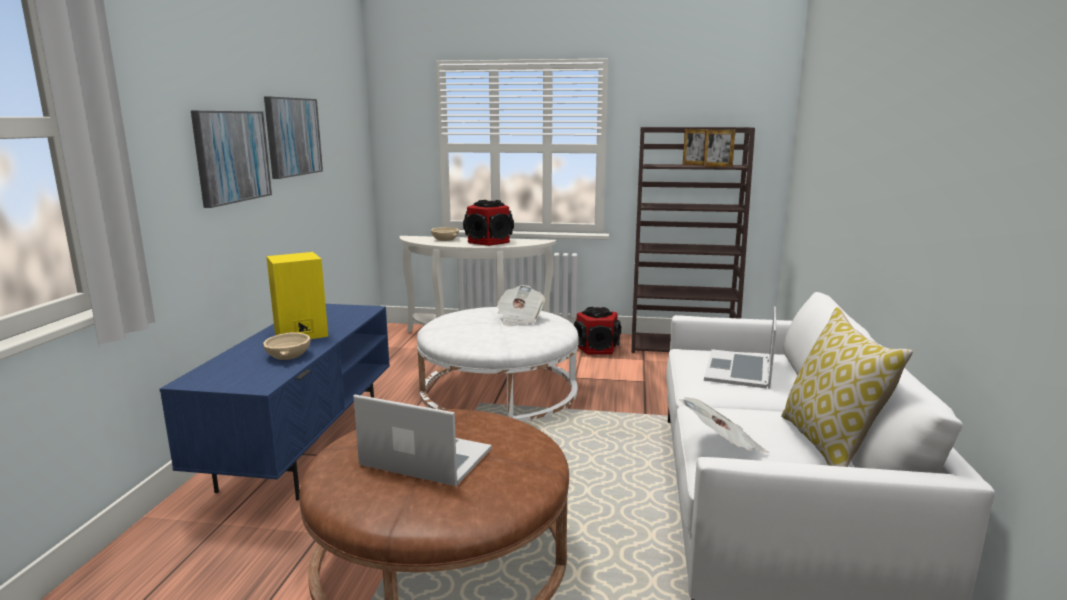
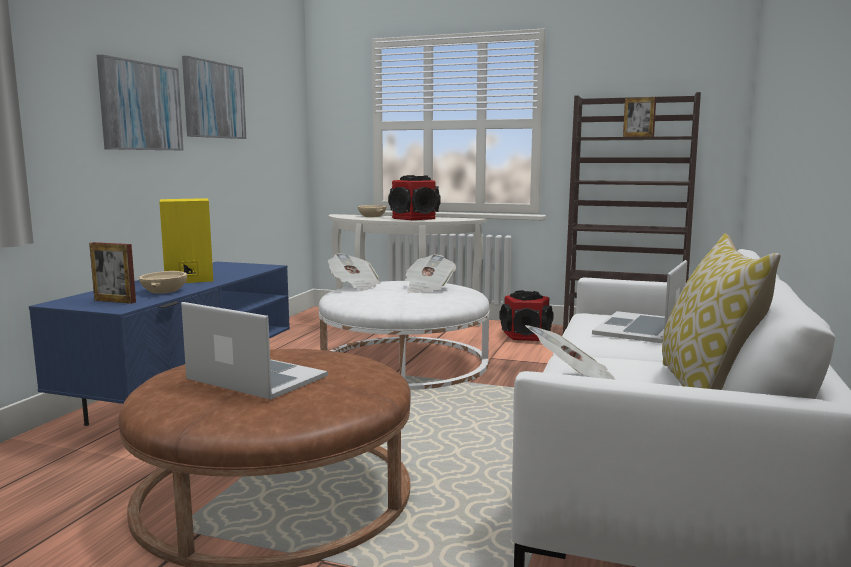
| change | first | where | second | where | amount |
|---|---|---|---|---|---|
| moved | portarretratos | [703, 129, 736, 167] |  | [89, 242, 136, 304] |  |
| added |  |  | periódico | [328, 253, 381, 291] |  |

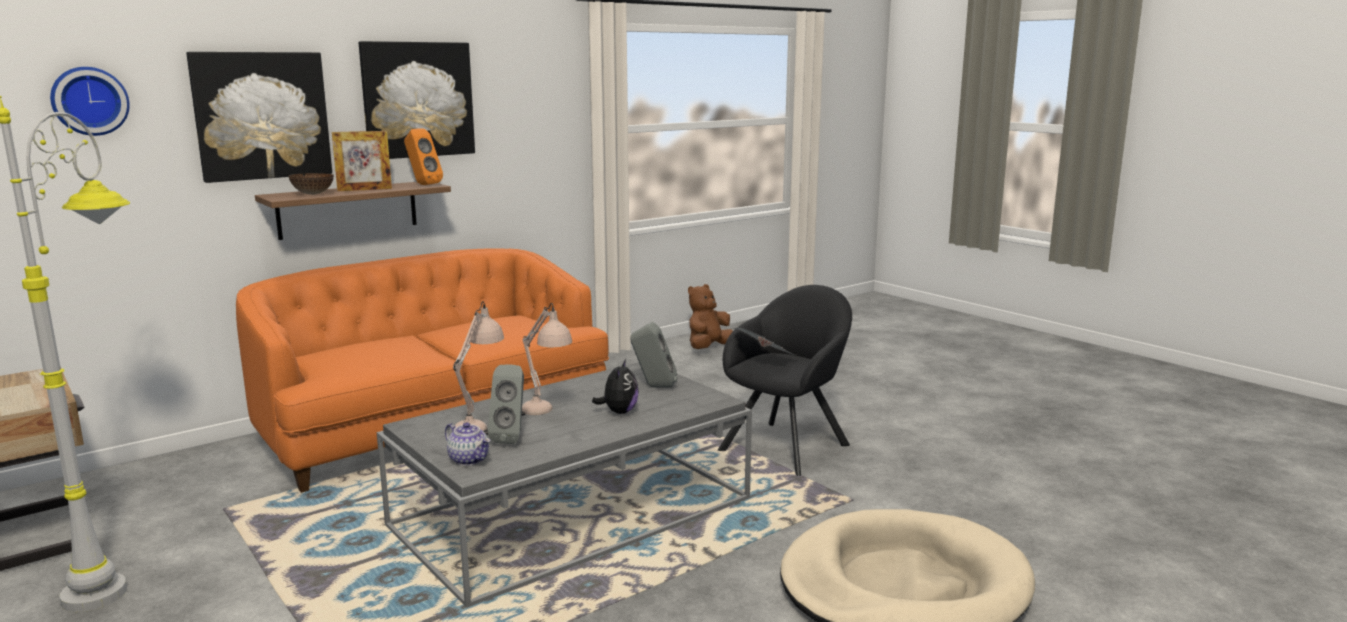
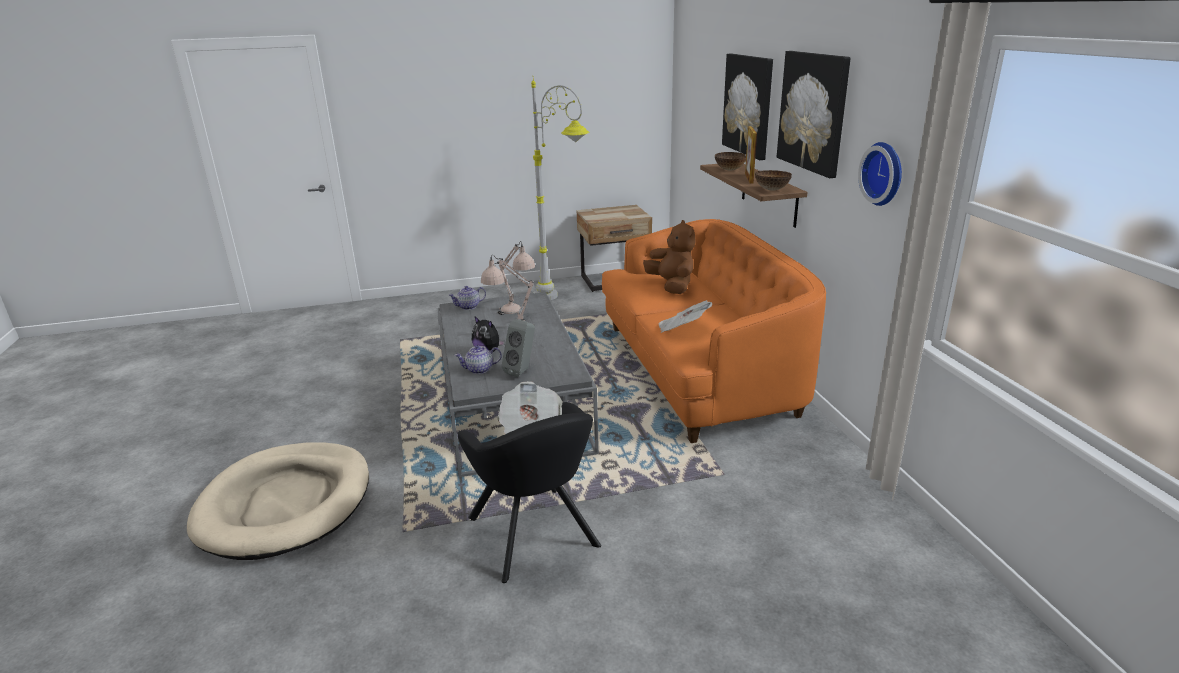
| change | first | where | second | where | amount |
|---|---|---|---|---|---|
| moved | reloj de pared | [50, 67, 130, 136] |  | [858, 142, 902, 206] |  |
| replaced | altavoz [naranja] | [404, 129, 443, 185] | cuenco | [755, 170, 792, 191] |  |
| removed | altavoz [gris] | [488, 364, 524, 444] |  |  |  |
| moved | peluche [marrón] | [688, 284, 733, 349] |  | [643, 220, 696, 294] |  |
| added |  |  | tetera | [454, 345, 502, 374] |  |
| added |  |  | periódico | [659, 300, 712, 333] |  |

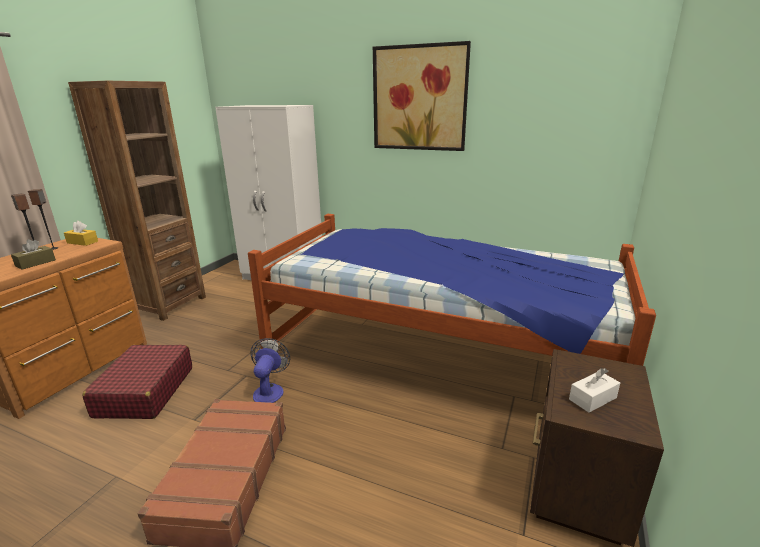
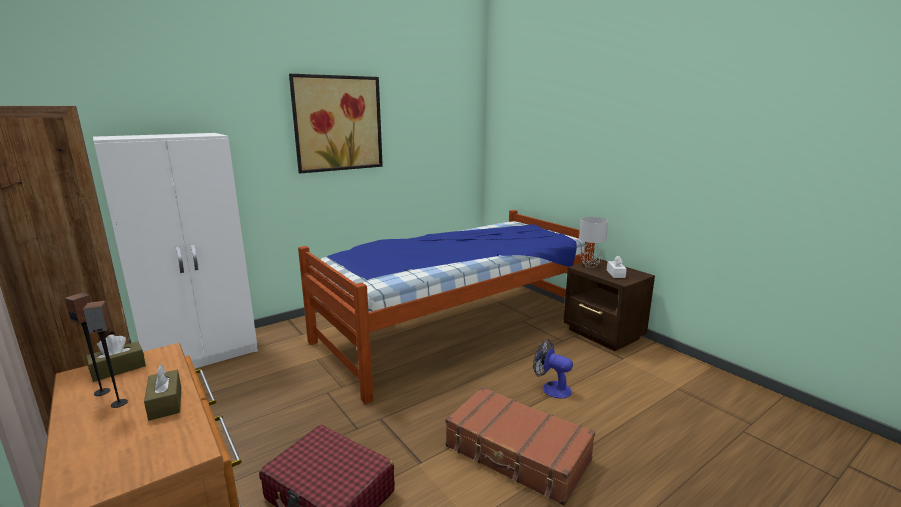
| change | first | where | second | where | amount |
|---|---|---|---|---|---|
| recoloured | caja de pañuelos [amarillo] | [64, 221, 98, 246] | caja de pañuelos [marrón] | [86, 334, 146, 382] |  |
| moved | ventilador | [250, 338, 290, 403] |  | [533, 339, 573, 399] |  |
| added |  |  | lámpara de mesa [gris] | [579, 217, 608, 267] |  |

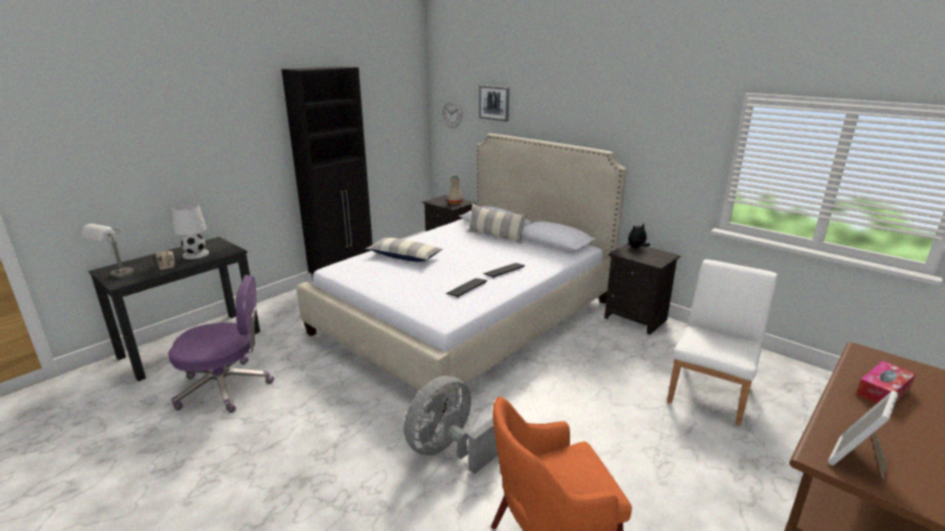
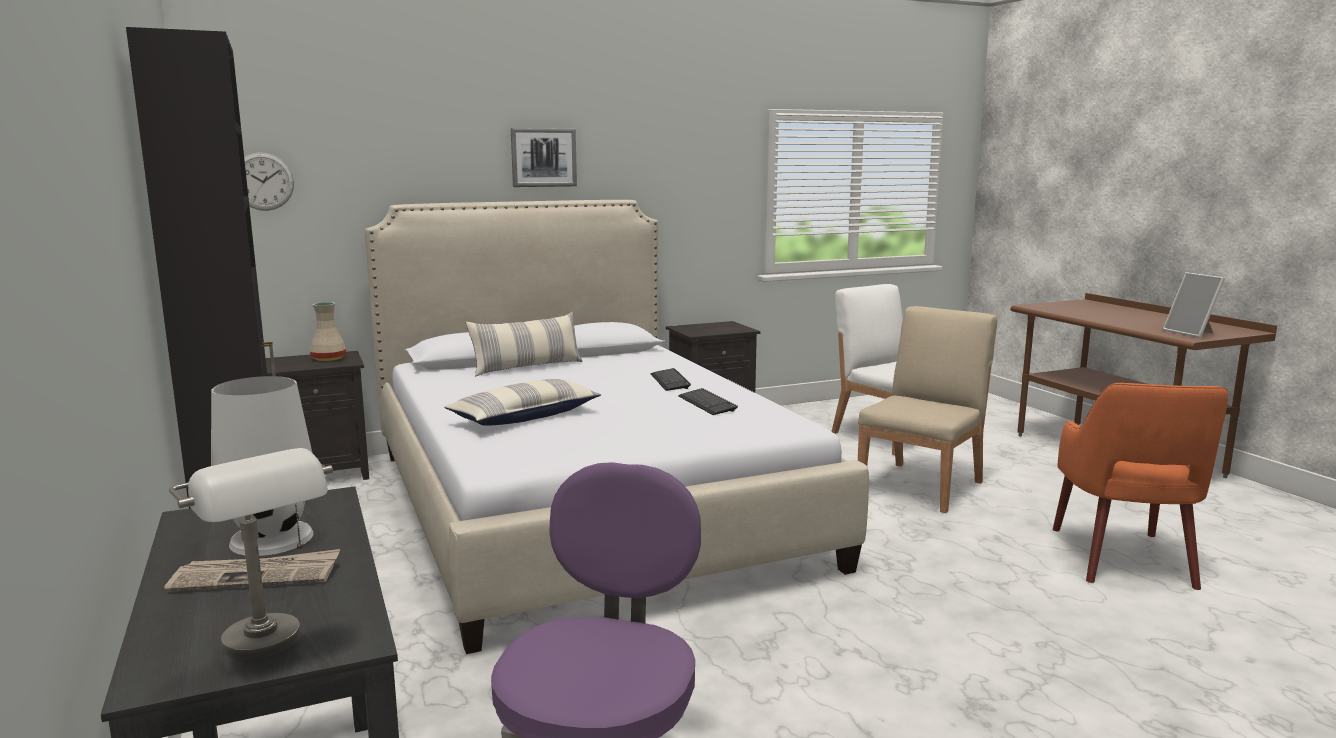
| change | first | where | second | where | amount |
|---|---|---|---|---|---|
| removed | ventilador [gris] | [404, 376, 498, 474] |  |  |  |
| moved | cuadro | [479, 85, 509, 122] |  | [511, 128, 577, 187] |  |
| removed | peluche | [628, 224, 650, 248] |  |  |  |
| removed | caja de pañuelos | [856, 361, 916, 404] |  |  |  |
| added |  |  | silla [beis] | [858, 306, 997, 513] |  |

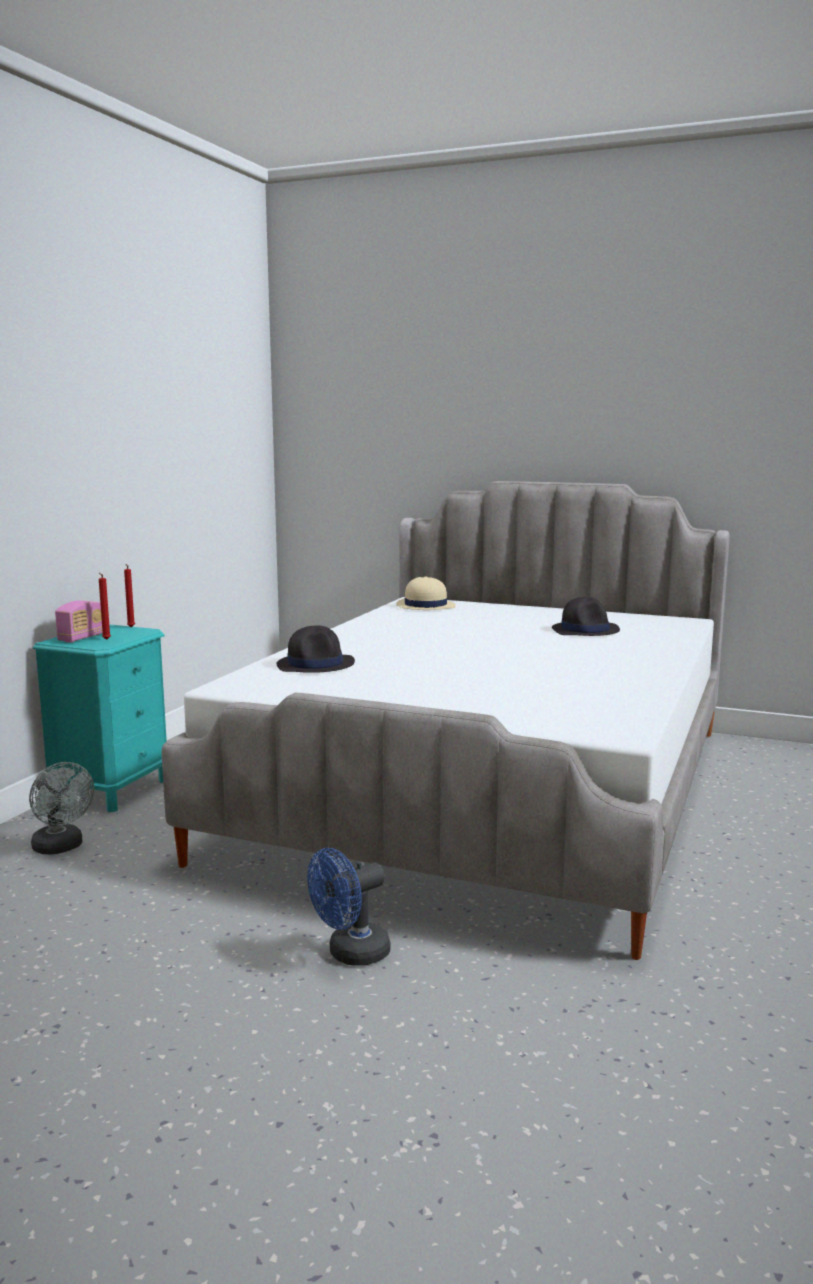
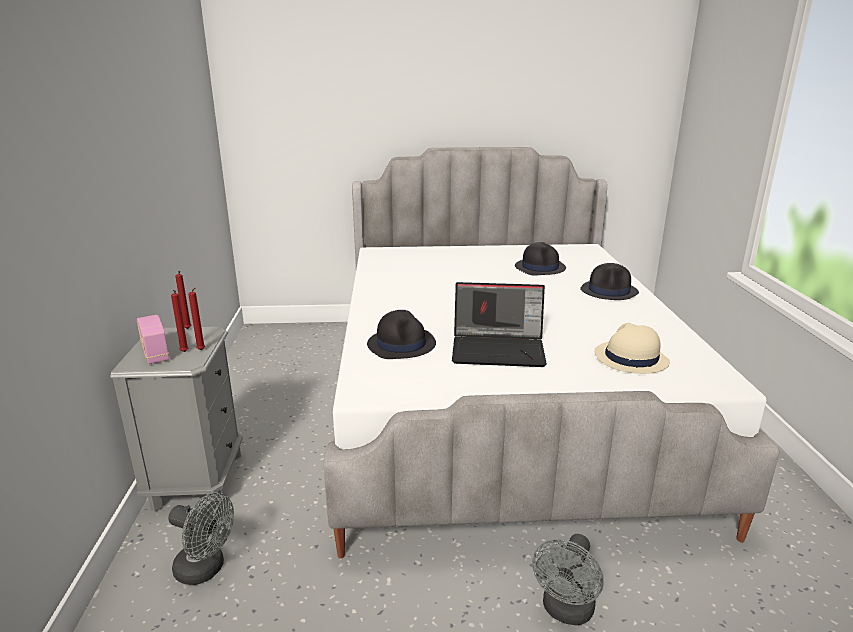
| change | first | where | second | where | amount |
|---|---|---|---|---|---|
| recoloured | mesita de noche [turquesa] | [33, 624, 167, 813] | mesita de noche [gris] | [110, 327, 243, 512] |  |
| turned | radio | [55, 600, 103, 642] |  | [137, 315, 169, 364] | 150 degrees clockwise |
| recoloured | ventilador [azul] | [307, 848, 391, 966] | ventilador [gris] | [532, 534, 604, 625] |  |
| moved | sombrero [beis] | [396, 576, 455, 610] |  | [594, 323, 670, 374] |  |
| added |  |  | vela [rojo] | [188, 288, 205, 350] |  |
| added |  |  | portátil | [452, 282, 547, 367] |  |
| added |  |  | sombrero [negro] | [580, 263, 639, 300] |  |

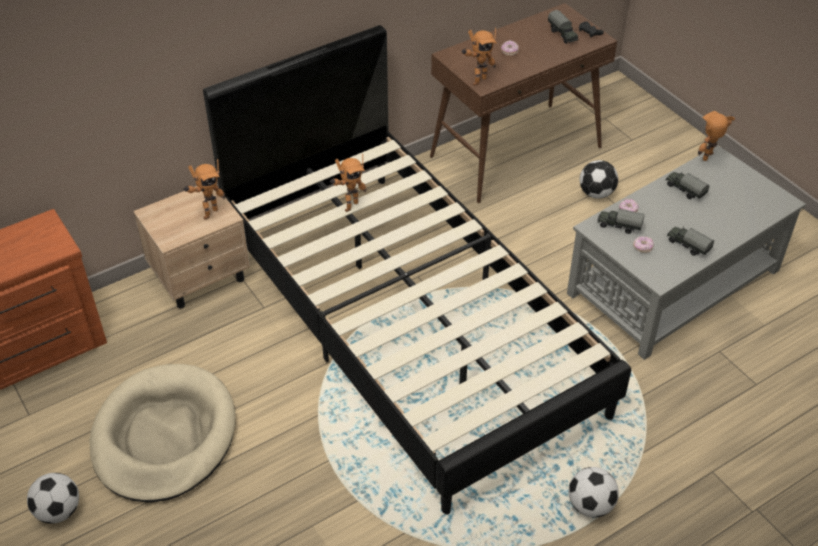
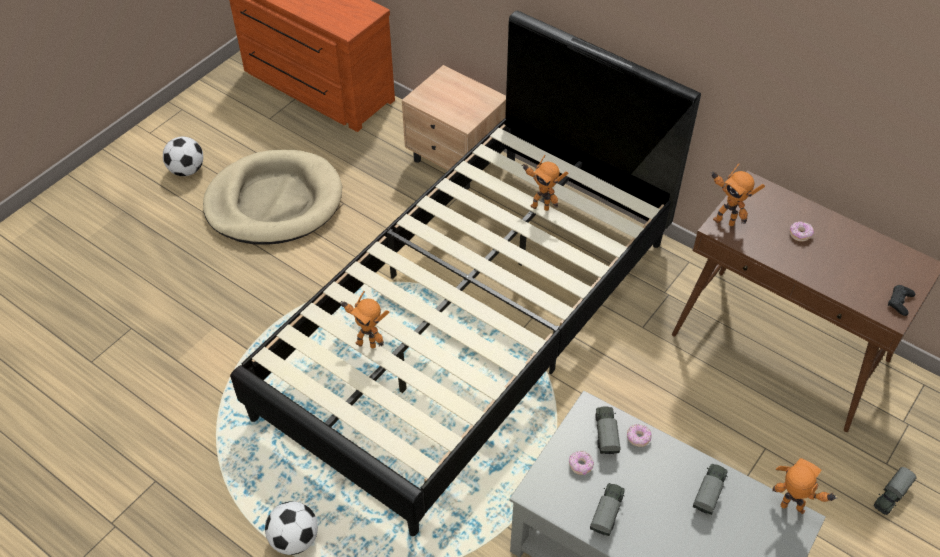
| change | first | where | second | where | amount |
|---|---|---|---|---|---|
| moved | robot de juguete | [183, 159, 225, 220] |  | [340, 291, 389, 348] |  |
| moved | camión de juguete | [548, 10, 578, 44] |  | [873, 467, 917, 515] |  |
| removed | balón de fútbol | [579, 160, 618, 199] |  |  |  |

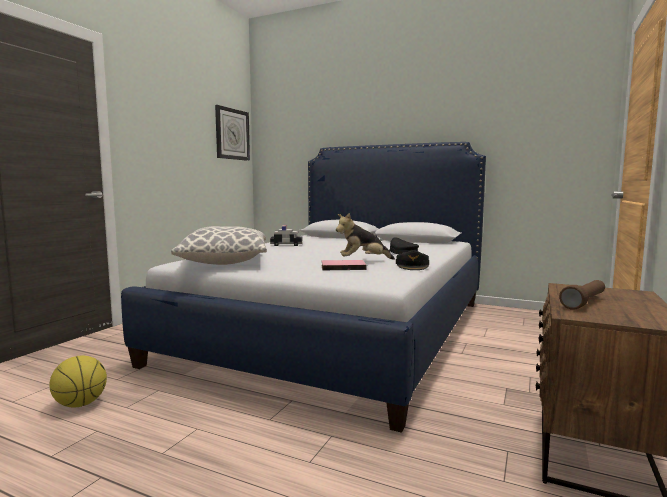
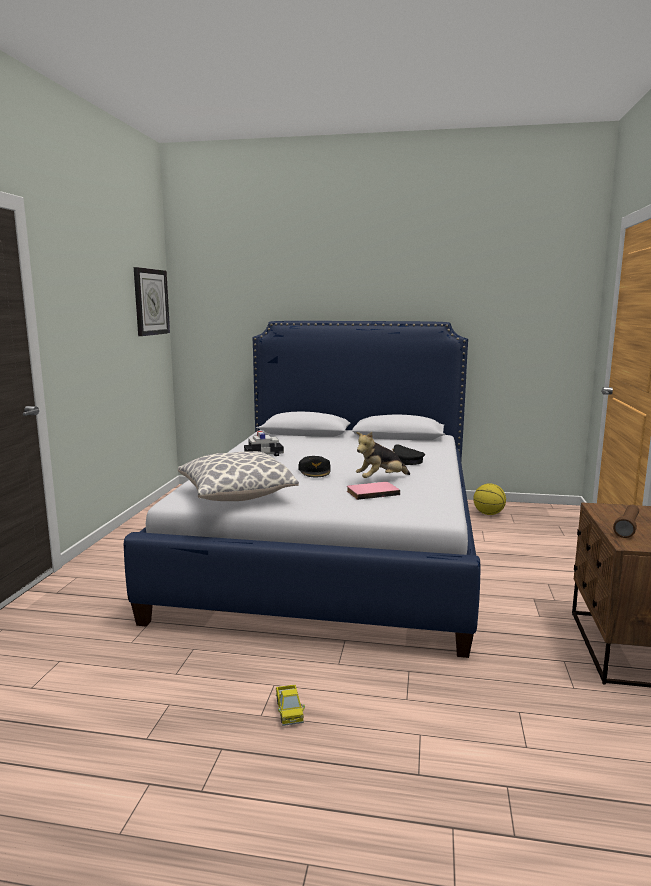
| change | first | where | second | where | amount |
|---|---|---|---|---|---|
| moved | balón de baloncesto | [49, 355, 107, 407] |  | [473, 483, 506, 515] |  |
| moved | gorra [negro] | [396, 250, 429, 270] |  | [298, 456, 331, 477] |  |
| added |  |  | camión de juguete | [276, 684, 305, 726] |  |

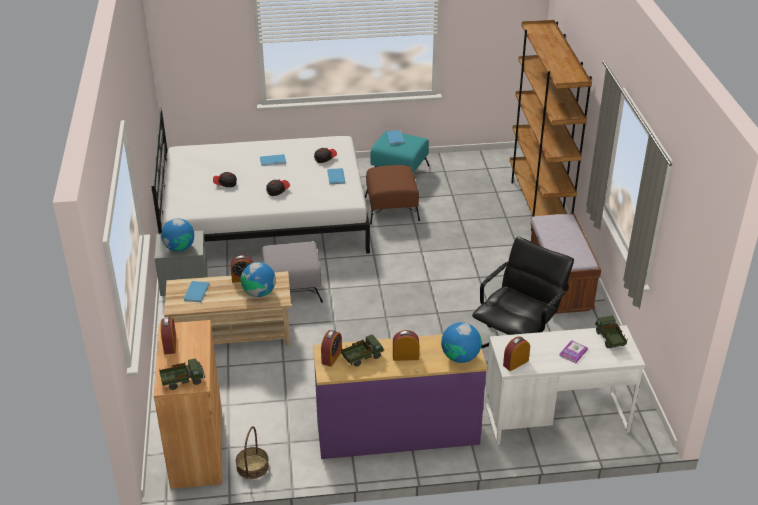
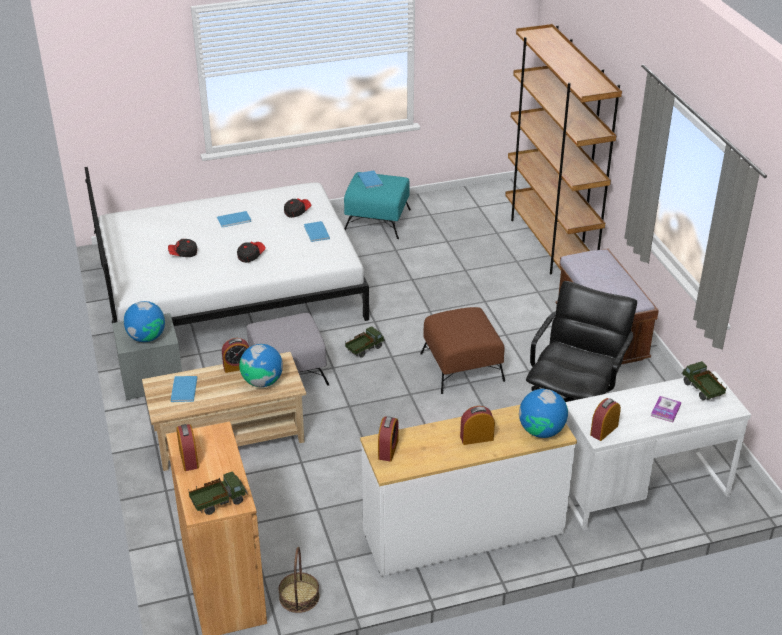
| change | first | where | second | where | amount |
|---|---|---|---|---|---|
| recoloured | cómoda [morado] | [313, 334, 487, 459] | cómoda [blanco] | [360, 405, 577, 576] |  |
| moved | camión de juguete | [341, 334, 384, 367] |  | [345, 326, 385, 357] |  |
| moved | puf [marrón] | [365, 165, 420, 225] |  | [420, 307, 505, 394] |  |

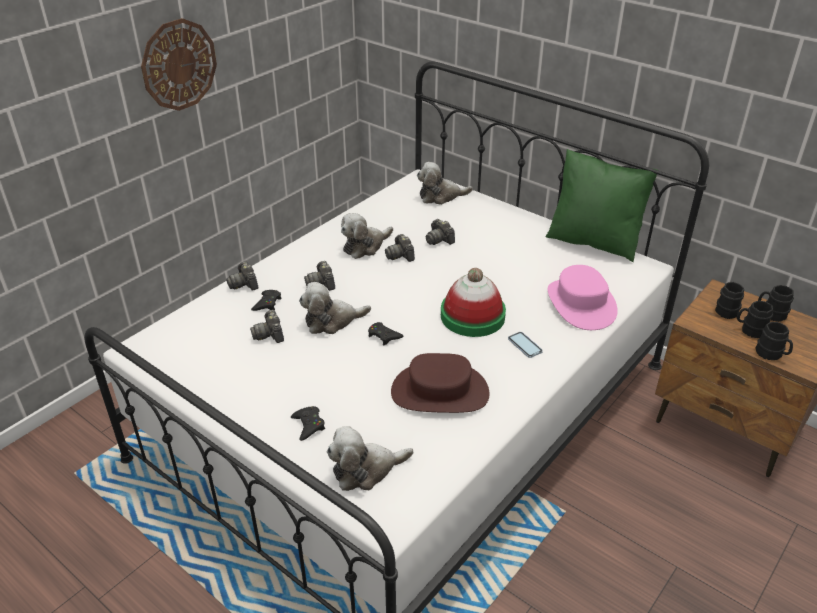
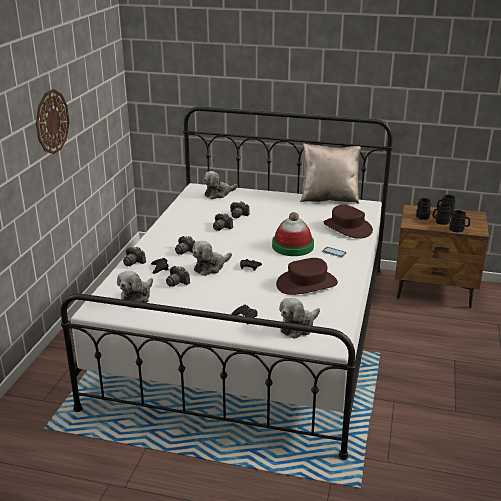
| change | first | where | second | where | amount |
|---|---|---|---|---|---|
| moved | peluche | [341, 213, 393, 259] |  | [117, 271, 153, 308] |  |
| recoloured | cojín [verde] | [545, 149, 659, 262] | cojín [beis] | [300, 143, 361, 204] |  |
| recoloured | sombrero [rosa] | [548, 265, 618, 330] | sombrero [marrón] | [324, 205, 373, 239] |  |

